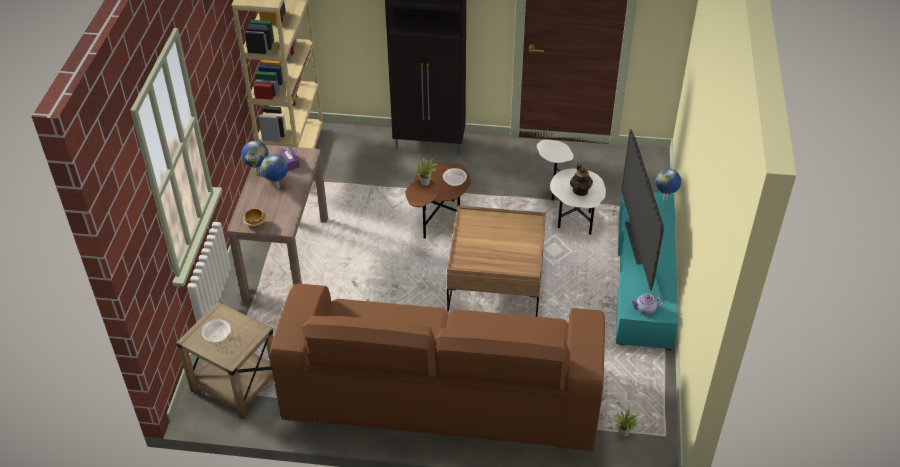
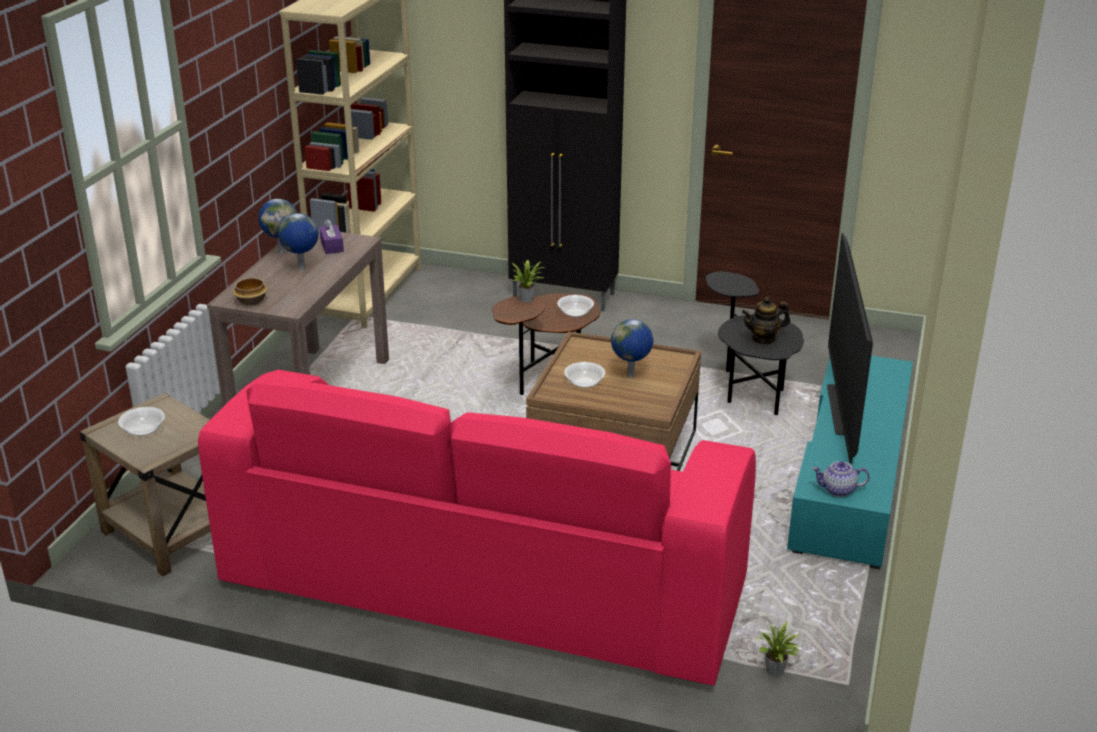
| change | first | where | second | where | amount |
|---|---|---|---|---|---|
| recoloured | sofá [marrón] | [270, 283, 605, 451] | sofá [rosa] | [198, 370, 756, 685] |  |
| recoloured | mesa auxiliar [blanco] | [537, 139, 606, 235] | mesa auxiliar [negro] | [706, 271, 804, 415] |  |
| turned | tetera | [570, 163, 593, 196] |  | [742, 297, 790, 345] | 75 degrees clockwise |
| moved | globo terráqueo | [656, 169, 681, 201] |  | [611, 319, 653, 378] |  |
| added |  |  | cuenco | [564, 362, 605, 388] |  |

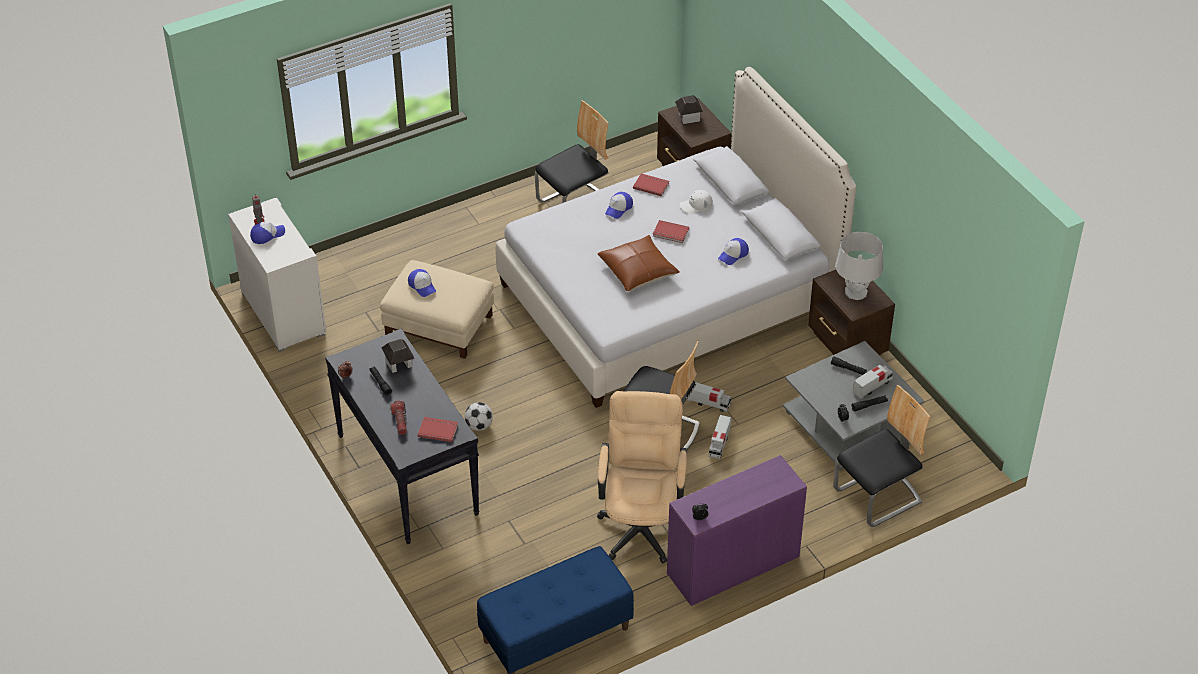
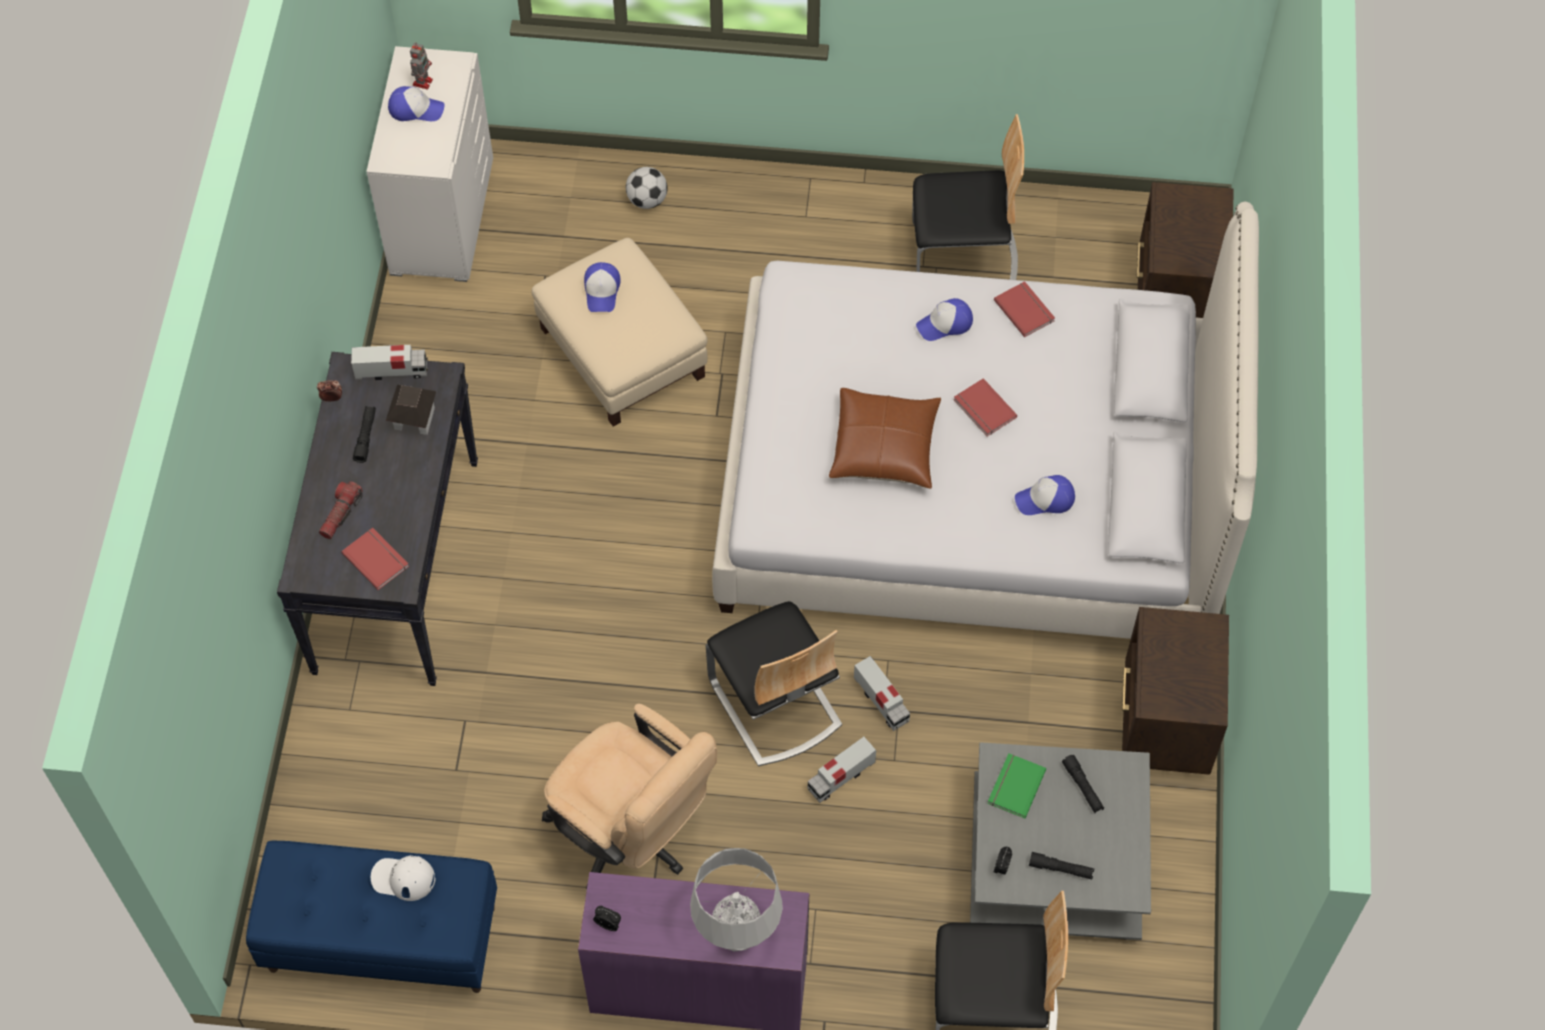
| change | first | where | second | where | amount |
|---|---|---|---|---|---|
| moved | balón de fútbol | [465, 402, 493, 431] |  | [626, 167, 668, 209] |  |
| turned | silla de oficina [beis] | [597, 391, 687, 563] |  | [542, 704, 717, 889] | 90 degrees clockwise |
| removed | casita | [675, 95, 703, 124] |  |  |  |
| moved | gorra [blanco] | [680, 190, 713, 214] |  | [371, 855, 435, 901] |  |
| moved | lámpara de mesa [gris] | [835, 232, 883, 300] |  | [690, 848, 783, 951] |  |
| moved | camión de juguete | [853, 365, 893, 399] |  | [351, 345, 428, 380] |  |
| added |  |  | libro [verde] | [987, 753, 1046, 818] |  |

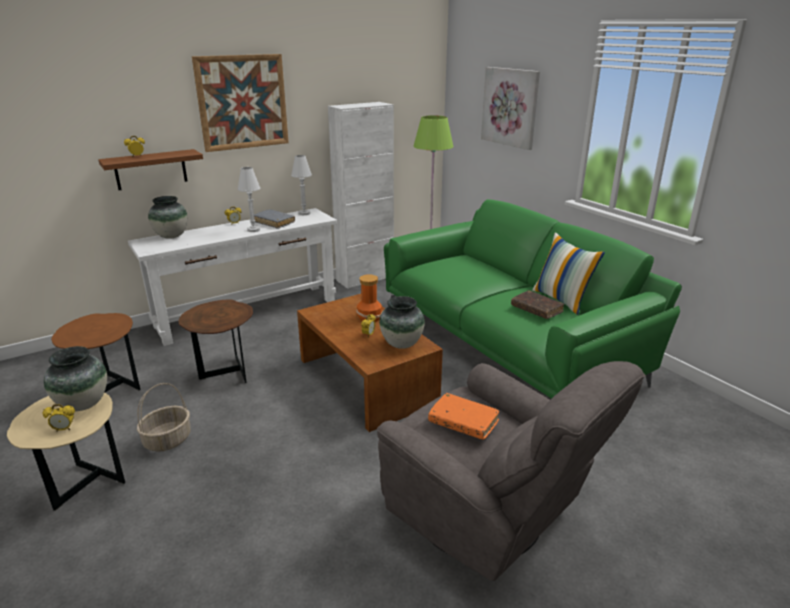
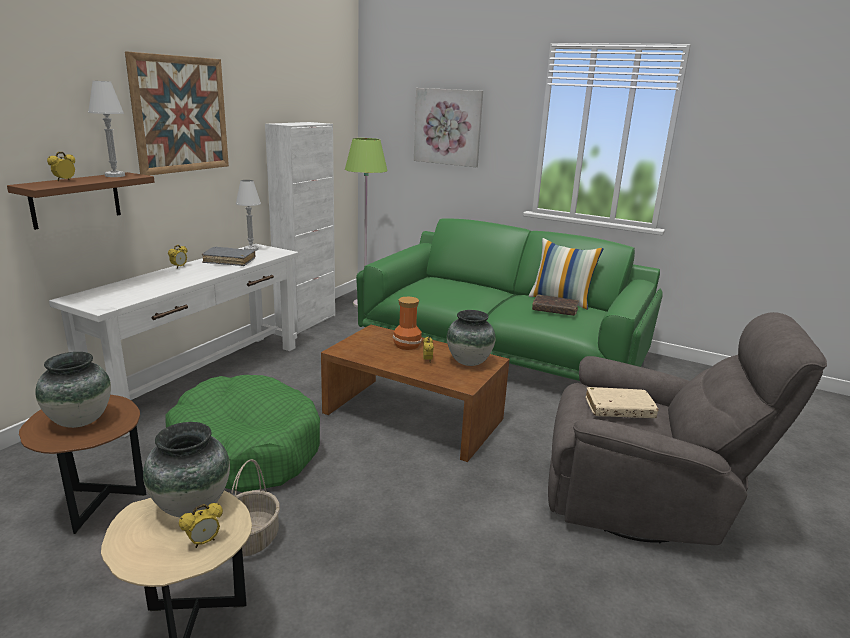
| change | first | where | second | where | amount |
|---|---|---|---|---|---|
| moved | florero | [148, 196, 188, 239] |  | [35, 352, 111, 428] |  |
| replaced | mesa auxiliar [marrón] | [178, 299, 253, 383] | cama para perro [verde] | [165, 375, 320, 492] |  |
| moved | lámpara de mesa [blanco] | [238, 167, 260, 232] |  | [88, 81, 125, 177] |  |
| recoloured | libro [naranja] | [428, 393, 499, 440] | libro [beis] | [585, 387, 658, 418] |  |

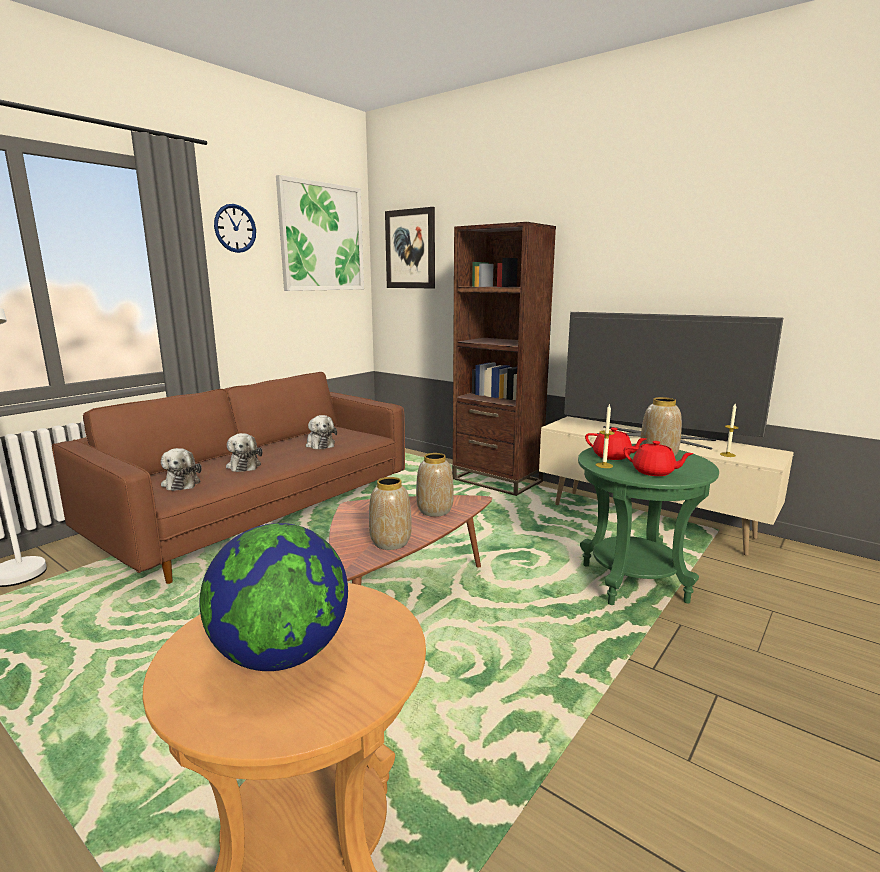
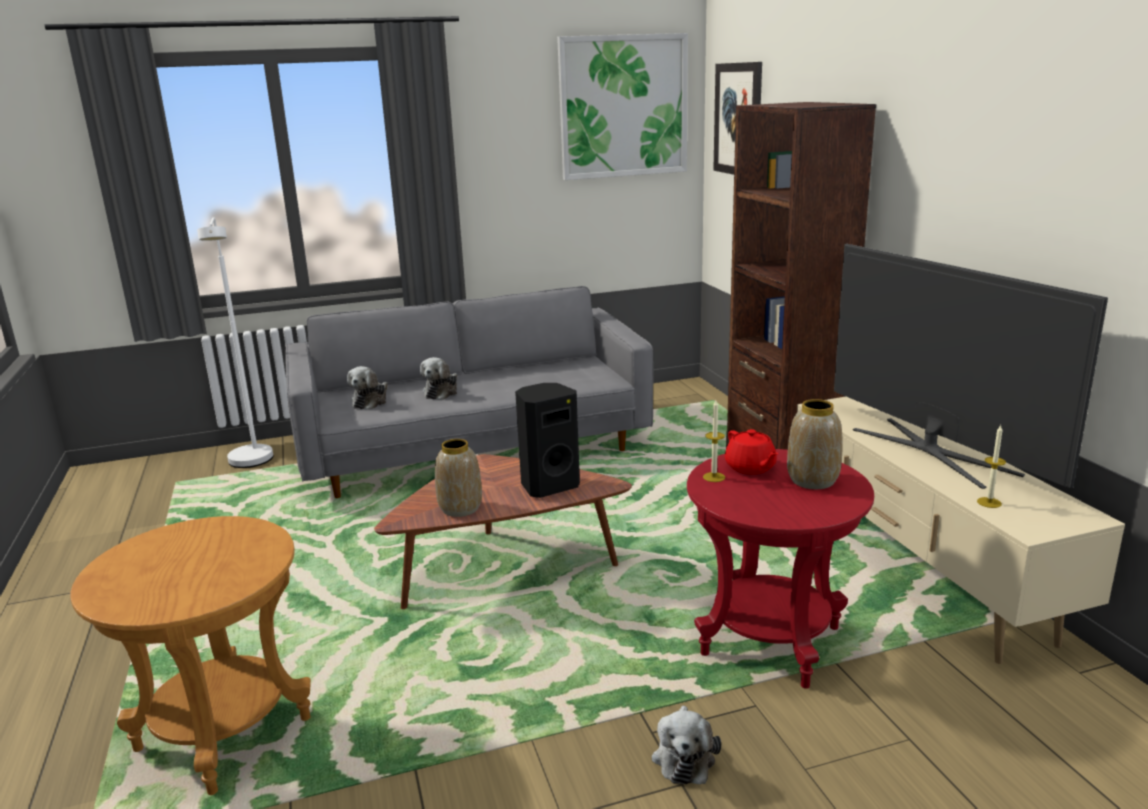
| change | first | where | second | where | amount |
|---|---|---|---|---|---|
| recoloured | sofá [marrón] | [52, 372, 405, 584] | sofá [gris] | [285, 286, 653, 498] |  |
| removed | globo terráqueo | [199, 523, 348, 671] |  |  |  |
| removed | reloj de pared | [214, 204, 256, 253] |  |  |  |
| moved | peluche | [306, 415, 337, 449] |  | [652, 706, 721, 784] |  |
| replaced | florero | [416, 453, 454, 517] | altavoz [negro] | [515, 383, 580, 498] |  |
| recoloured | mesa auxiliar [verde] | [578, 444, 719, 605] | mesa auxiliar [rojo] | [687, 449, 874, 689] |  |
| removed | tetera [rojo] | [624, 441, 694, 476] |  |  |  |

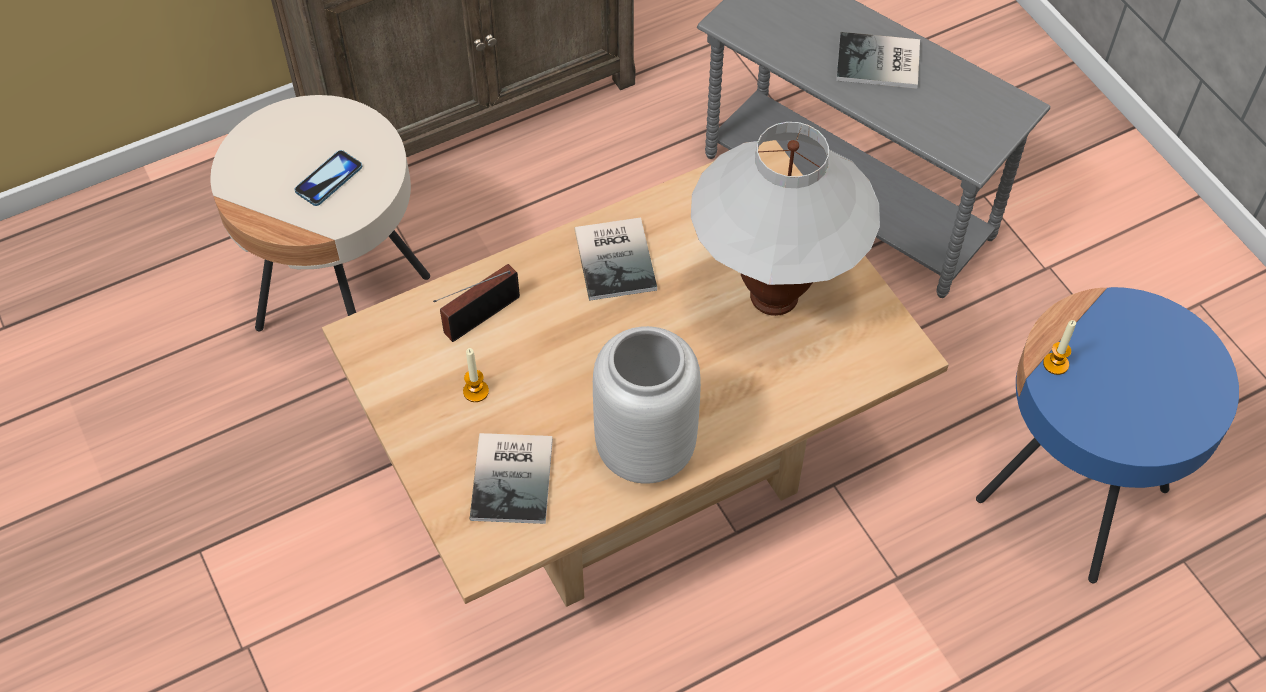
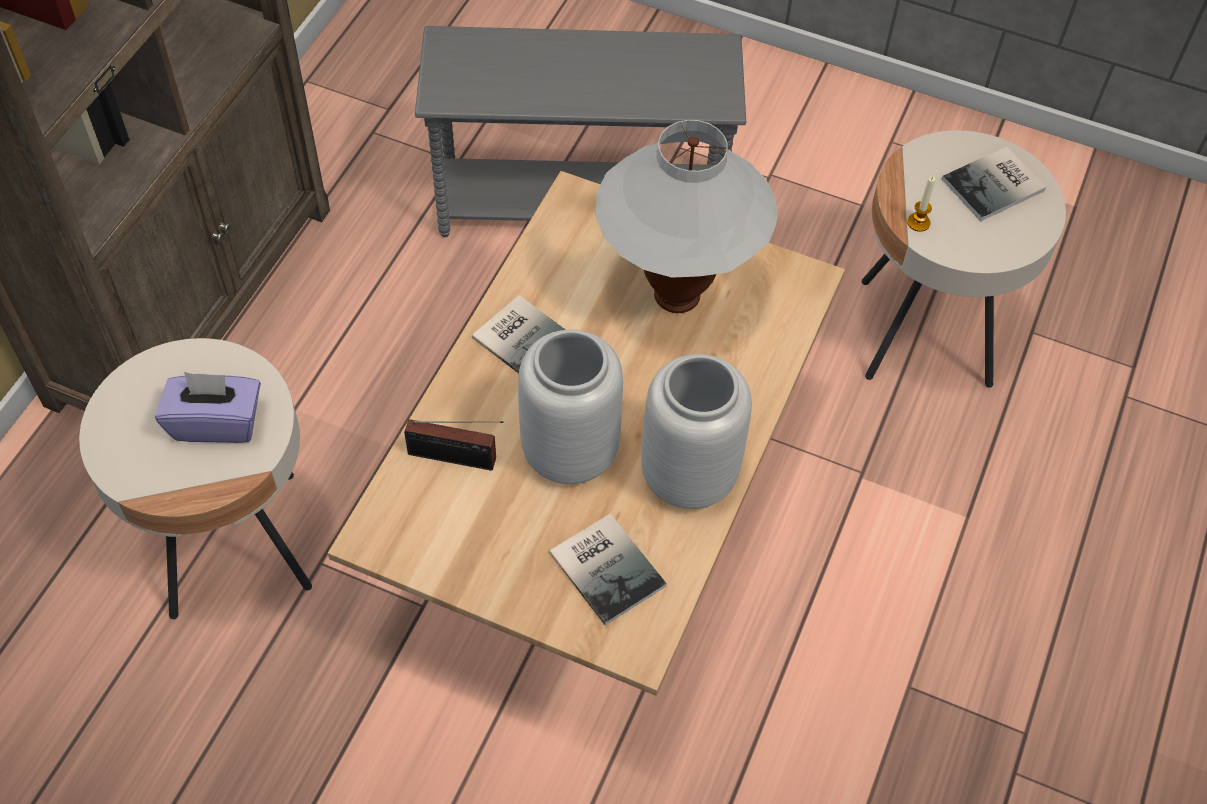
| change | first | where | second | where | amount |
|---|---|---|---|---|---|
| replaced | móvil | [294, 150, 362, 206] | caja de pañuelos [morado] | [155, 372, 261, 443] |  |
| turned | radio | [433, 264, 520, 342] |  | [404, 419, 503, 471] | 90 degrees counterclockwise |
| removed | vela | [463, 348, 489, 402] |  |  |  |
| moved | libro | [836, 32, 920, 89] |  | [942, 146, 1046, 221] |  |
| recoloured | mesa auxiliar [azul] | [976, 287, 1239, 583] | mesa auxiliar [beis] | [862, 130, 1066, 388] |  |
| added |  |  | florero [gris] | [518, 329, 623, 484] |  |

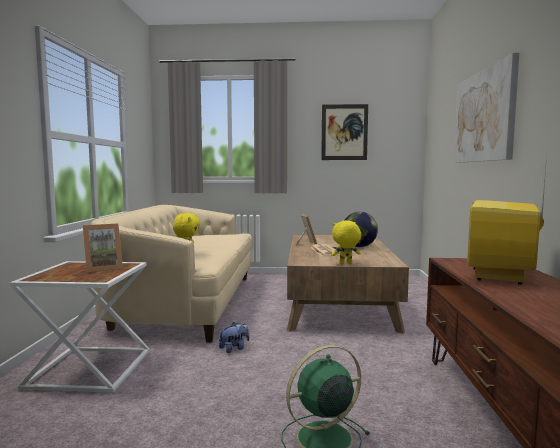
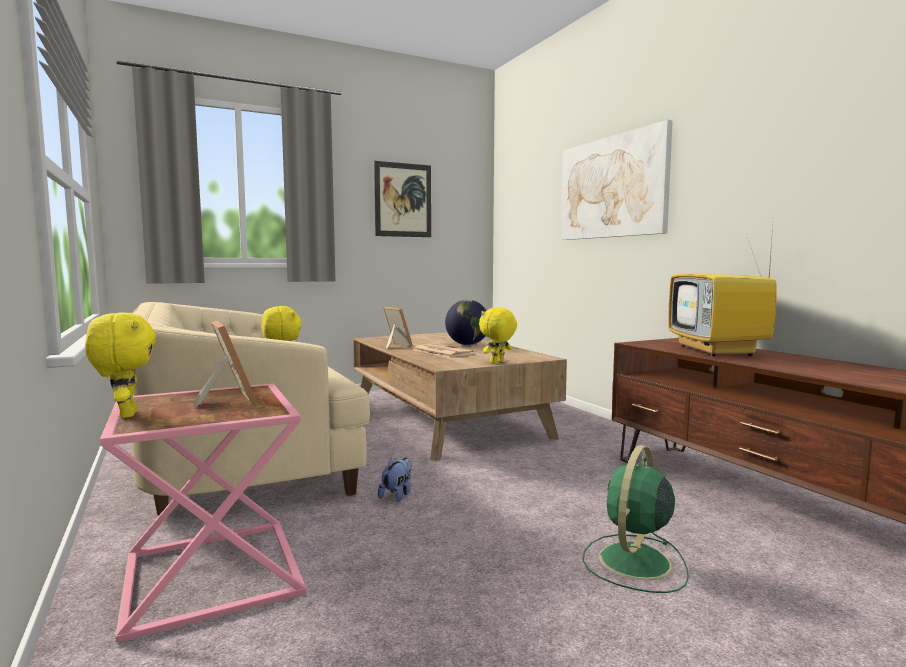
| change | first | where | second | where | amount |
|---|---|---|---|---|---|
| recoloured | mesa auxiliar [blanco] | [10, 261, 150, 393] | mesa auxiliar [rosa] | [100, 383, 307, 643] |  |
| turned | portarretratos | [83, 223, 123, 273] |  | [193, 321, 256, 407] | 60 degrees counterclockwise |
| added |  |  | peluche [amarillo] | [85, 312, 156, 418] |  |

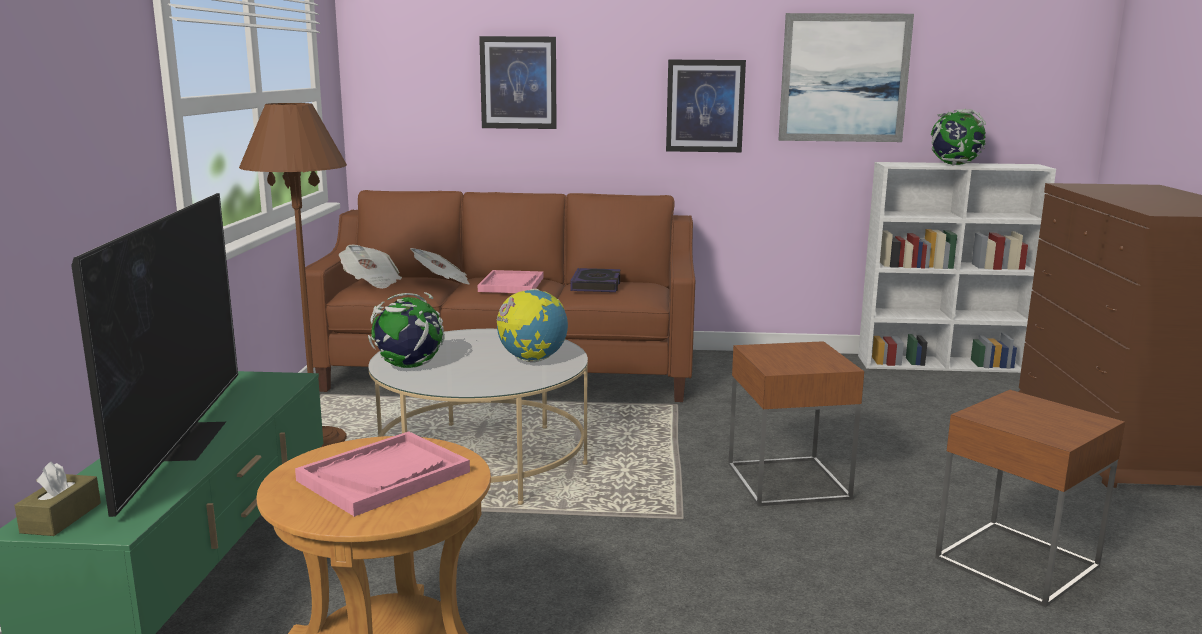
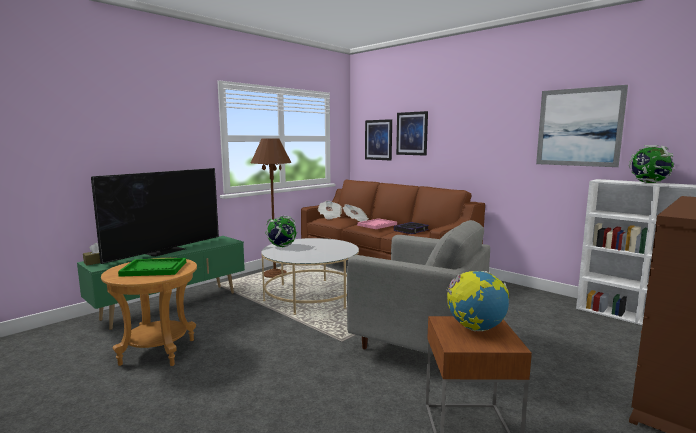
| change | first | where | second | where | amount |
|---|---|---|---|---|---|
| recoloured | bandeja [rosa] | [295, 431, 470, 517] | bandeja [verde] | [118, 258, 186, 277] |  |
| moved | globo terráqueo | [497, 288, 568, 363] |  | [447, 271, 509, 331] |  |
| moved | cuadro | [666, 60, 746, 152] |  | [365, 119, 392, 161] |  |
| replaced | mesa auxiliar [marrón] | [728, 341, 864, 506] | sillón [gris] | [347, 220, 490, 355] |  |

